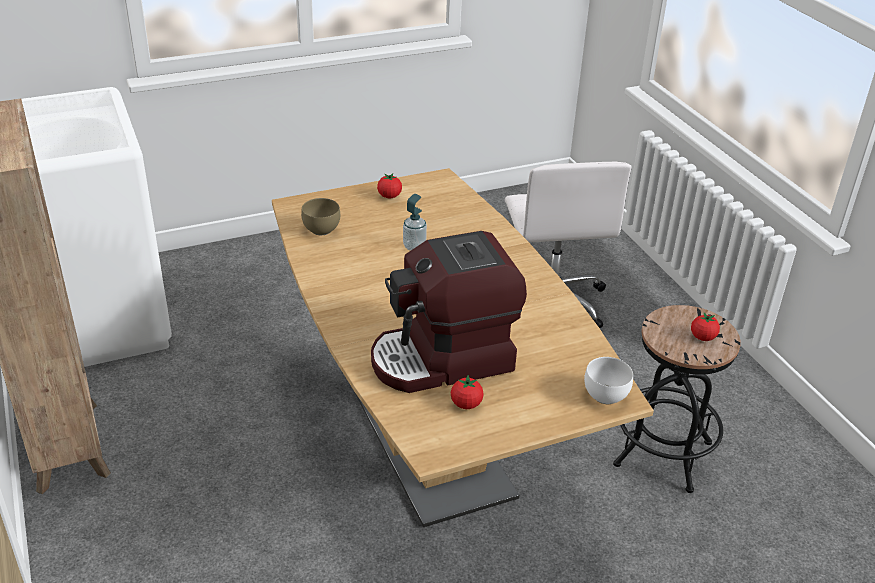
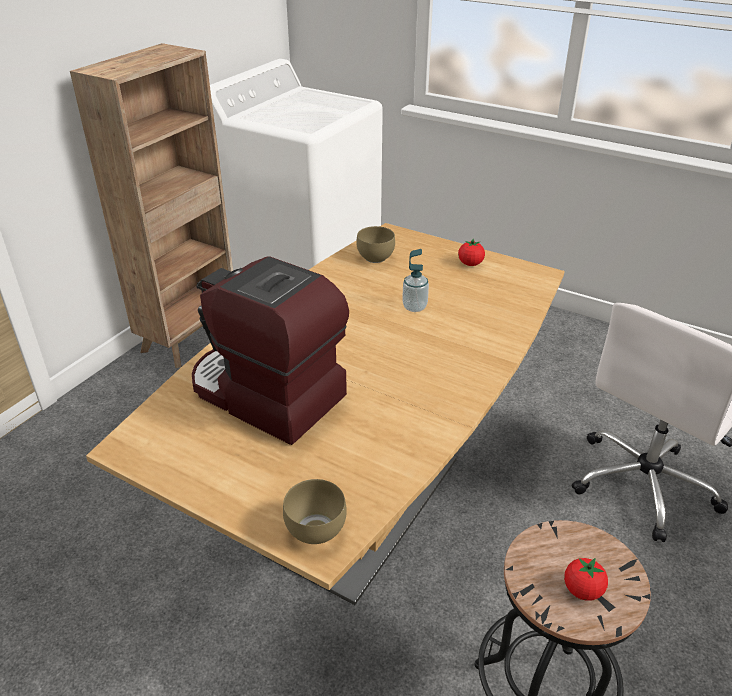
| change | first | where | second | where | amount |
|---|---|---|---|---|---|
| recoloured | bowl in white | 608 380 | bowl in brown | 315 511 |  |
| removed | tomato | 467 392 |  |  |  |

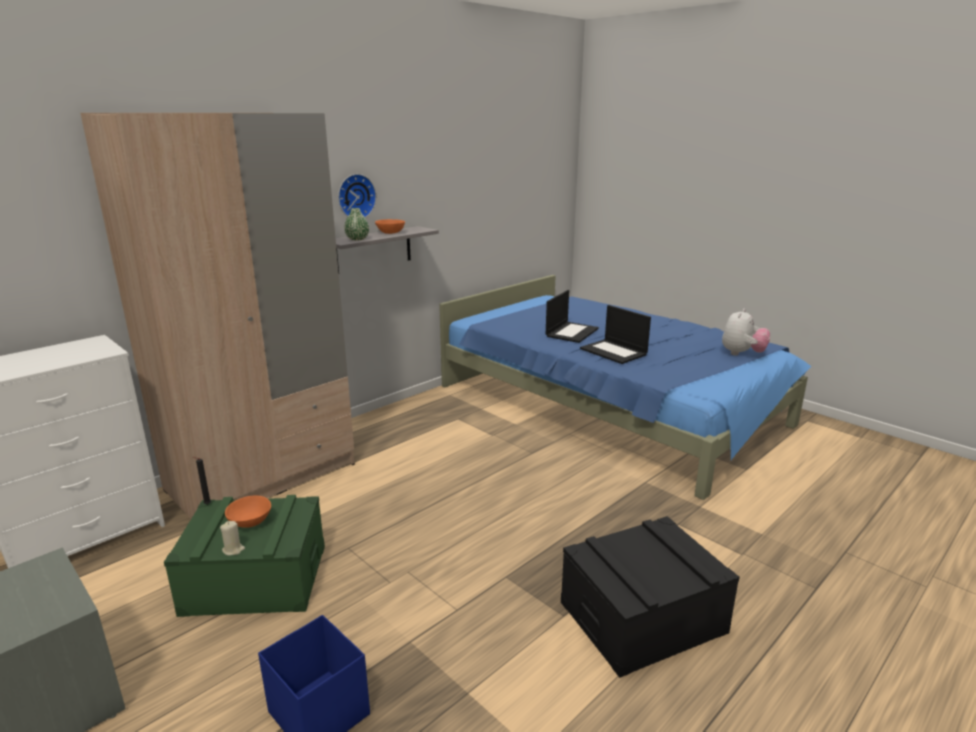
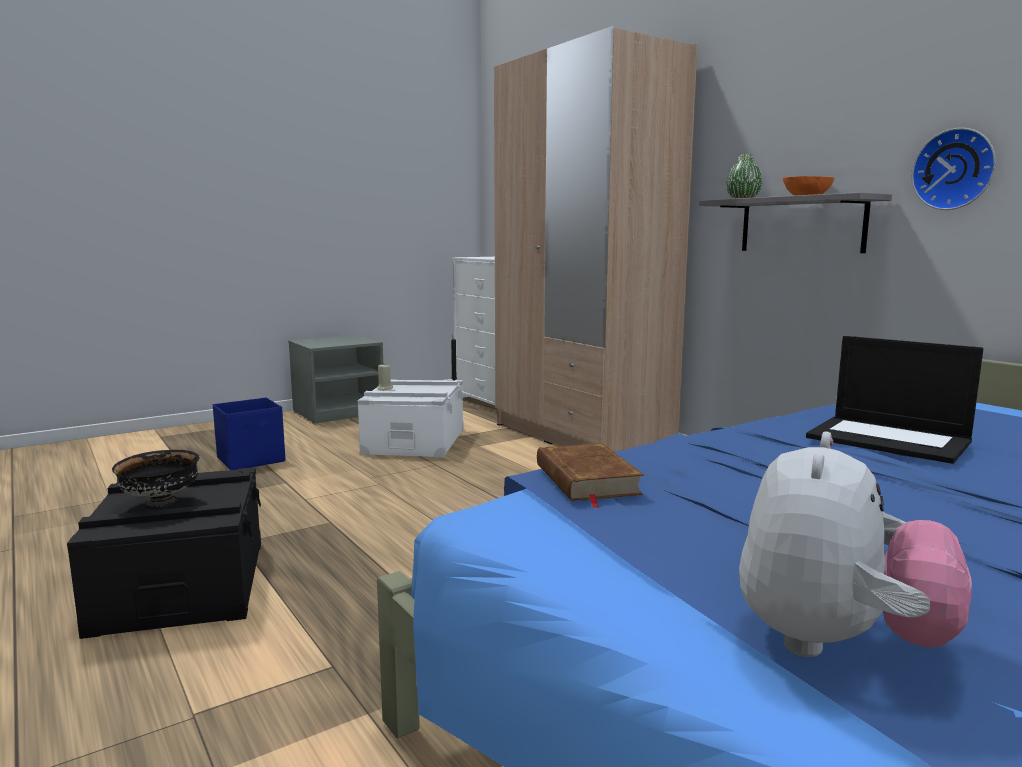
| change | first | where | second | where | amount |
|---|---|---|---|---|---|
| added |  |  | bowl in black | 156 480 |  |
| recoloured | storage box in green | 244 556 | storage box in white | 411 418 |  |
| added |  |  | book in brown | 590 475 |  |
| turned | plush toy | 746 332 |  | 855 544 | 105 degrees counterclockwise |
| moved | wall clock | 357 196 |  | 953 169 |  |
| removed | bowl in orange | 248 512 |  |  |  |
| removed | laptop | 615 334 |  |  |  |

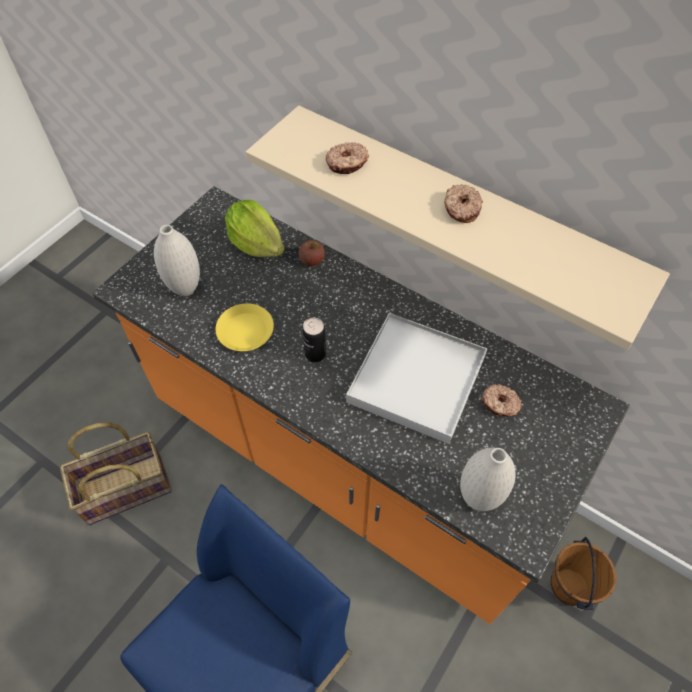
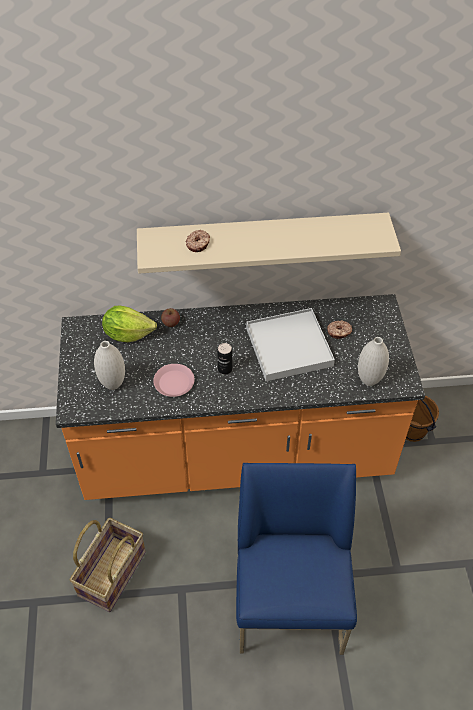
| change | first | where | second | where | amount |
|---|---|---|---|---|---|
| recoloured | plate in yellow | 244 327 | plate in pink | 174 380 |  |
| removed | donut | 463 203 |  |  |  |

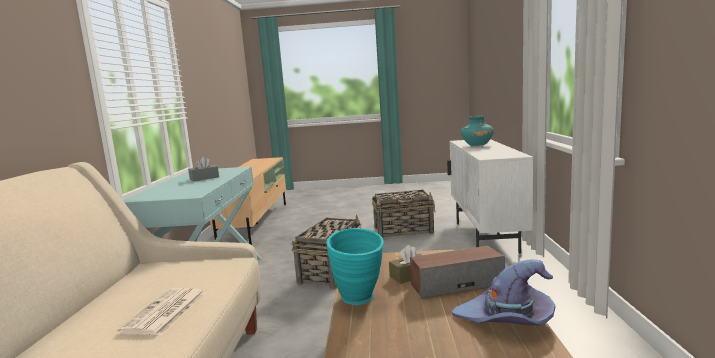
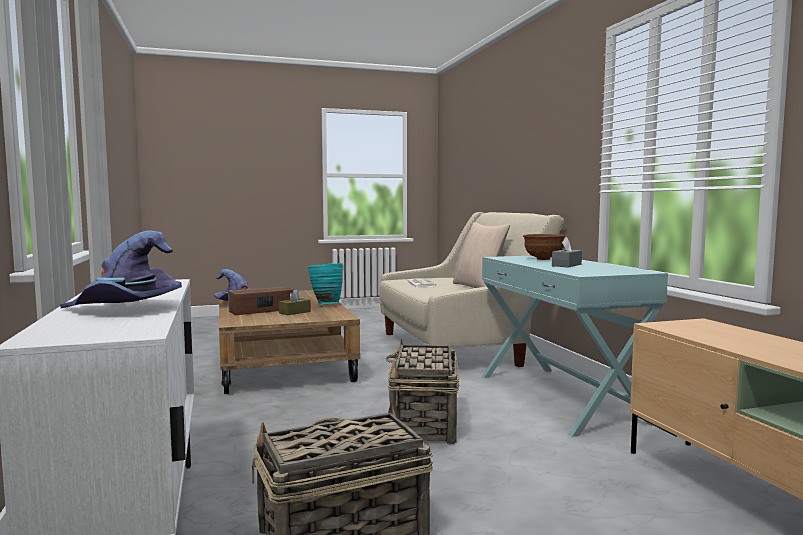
| change | first | where | second | where | amount |
|---|---|---|---|---|---|
| replaced | vase in turquoise | 477 131 | hat in purple | 121 269 |  |
| added |  |  | pillow in beige | 481 255 |  |
| added |  |  | bowl in brown | 544 247 |  |

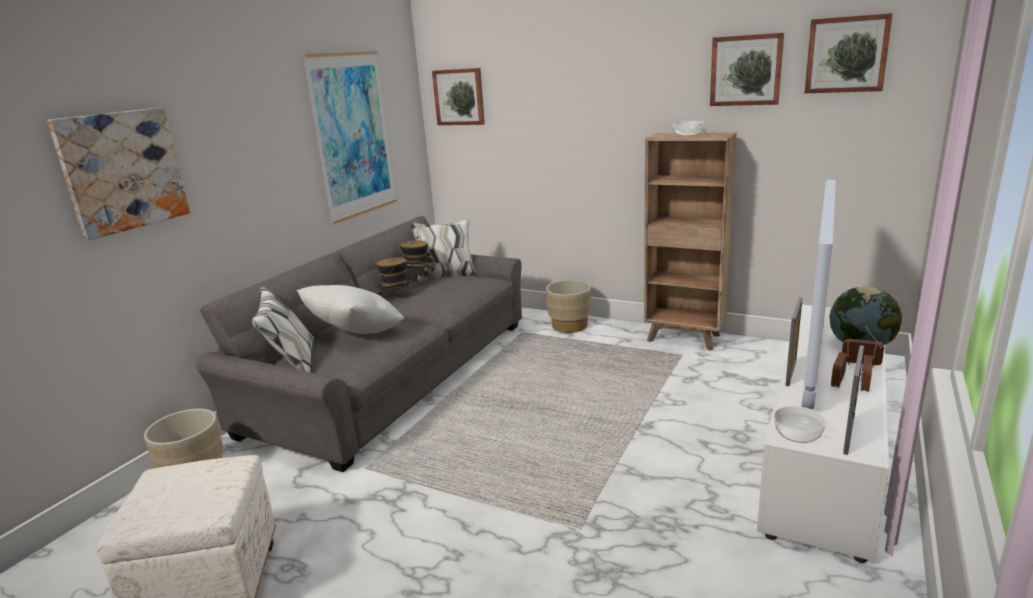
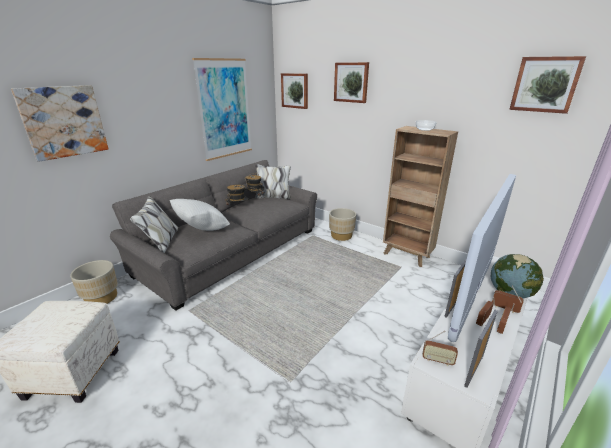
| change | first | where | second | where | amount |
|---|---|---|---|---|---|
| moved | picture | 747 69 |  | 351 82 |  |
| replaced | bowl | 800 424 | radio | 440 348 |  |

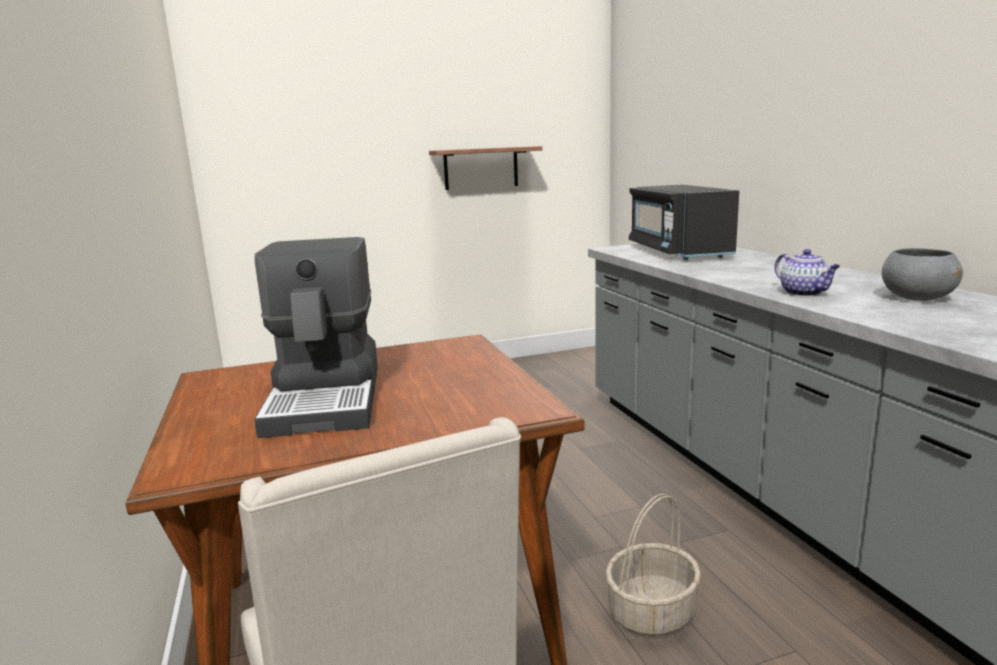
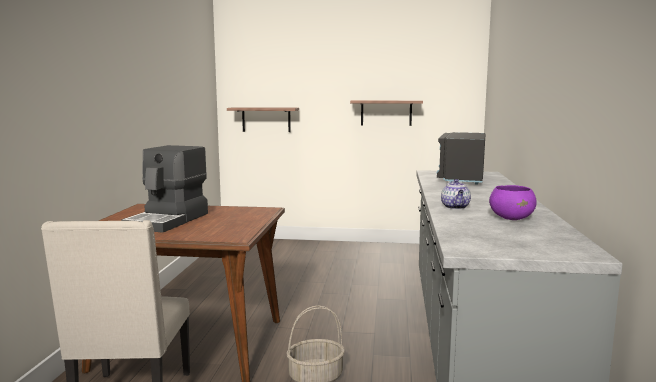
| change | first | where | second | where | amount |
|---|---|---|---|---|---|
| added |  |  | shelf | 263 119 |  |
| recoloured | bowl in grey | 922 274 | bowl in purple | 513 202 |  |

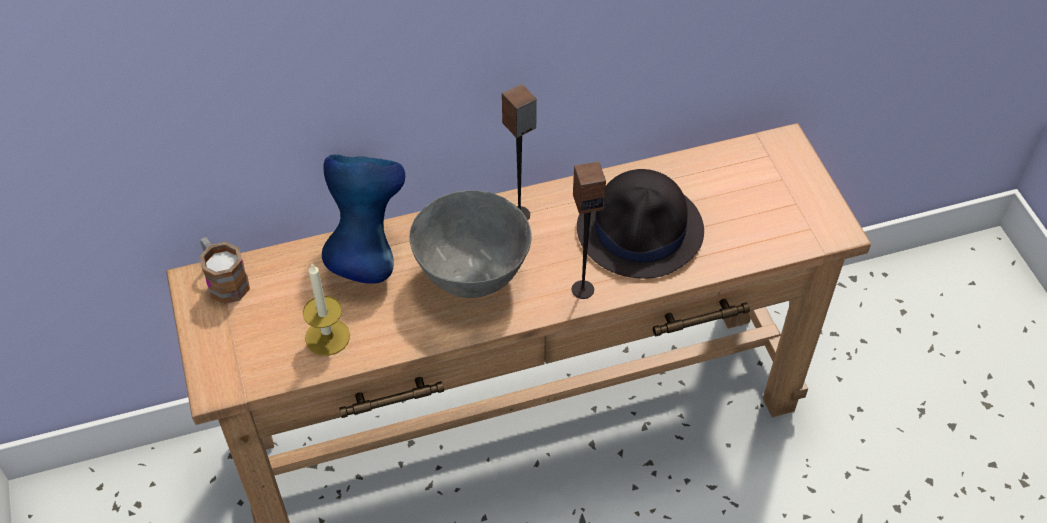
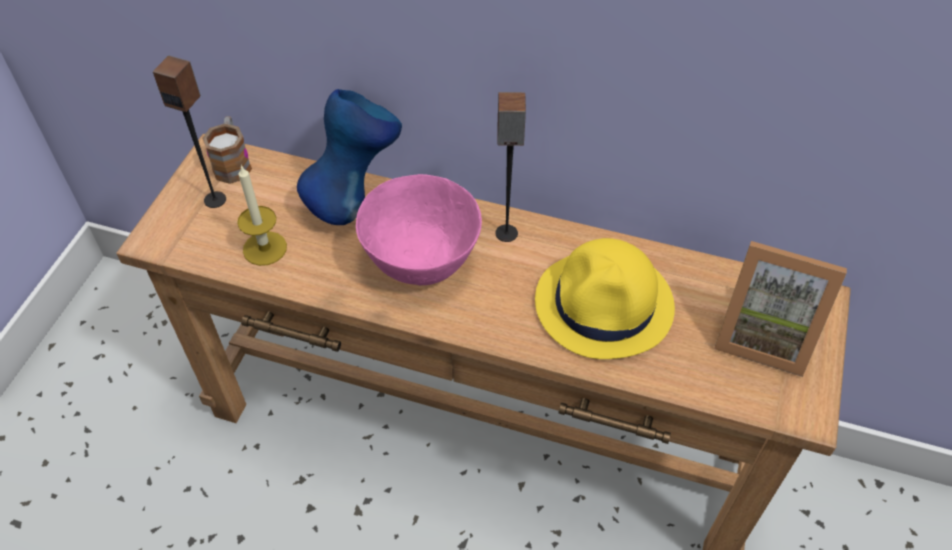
| change | first | where | second | where | amount |
|---|---|---|---|---|---|
| moved | speaker | 589 230 |  | 189 131 |  |
| recoloured | bowl in grey | 470 244 | bowl in pink | 419 229 |  |
| recoloured | hat in black | 640 224 | hat in yellow | 605 298 |  |
| added |  |  | picture frame | 780 309 |  |

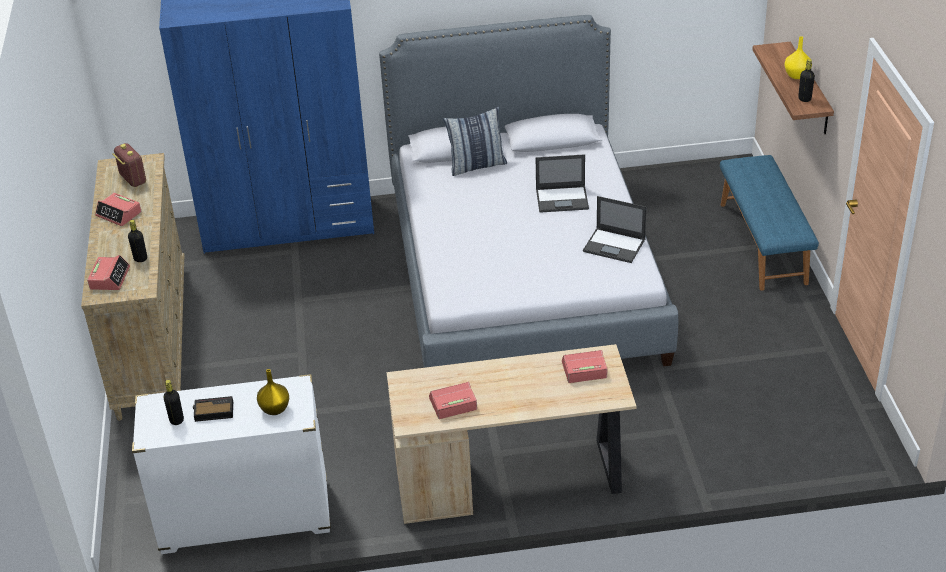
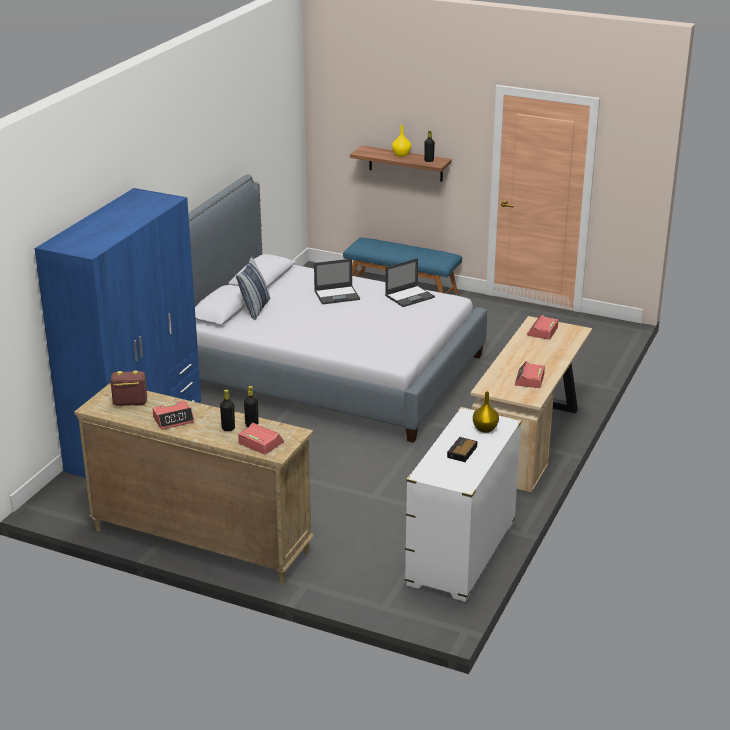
| change | first | where | second | where | amount |
|---|---|---|---|---|---|
| moved | bottle in black | 174 402 |  | 227 410 |  |
| turned | laptop | 562 183 |  | 337 282 | 45 degrees clockwise |

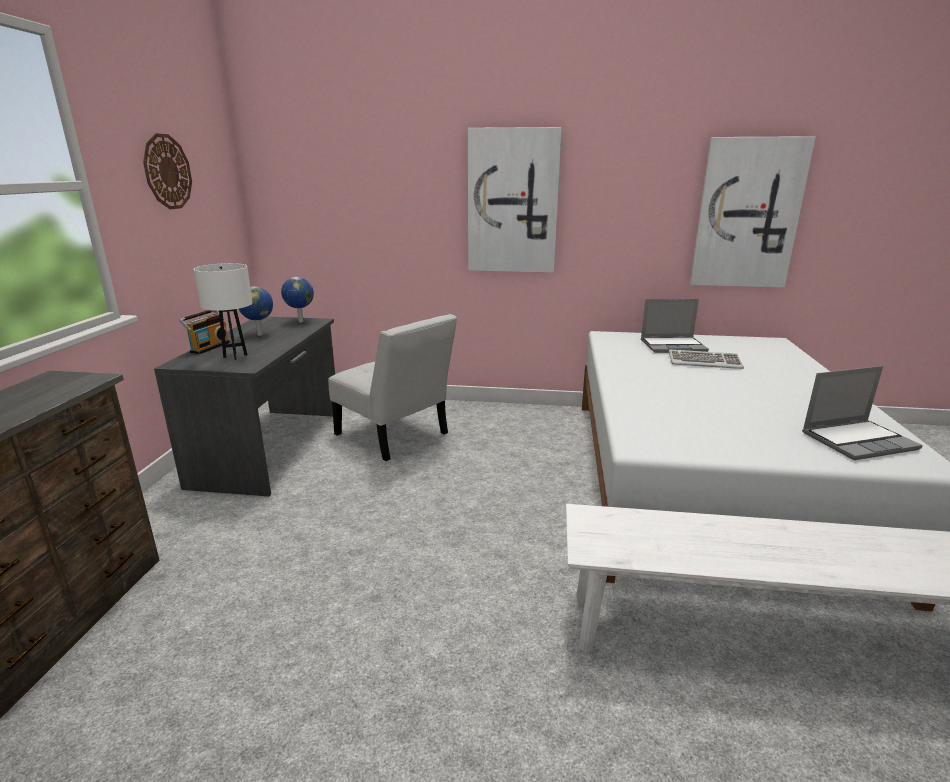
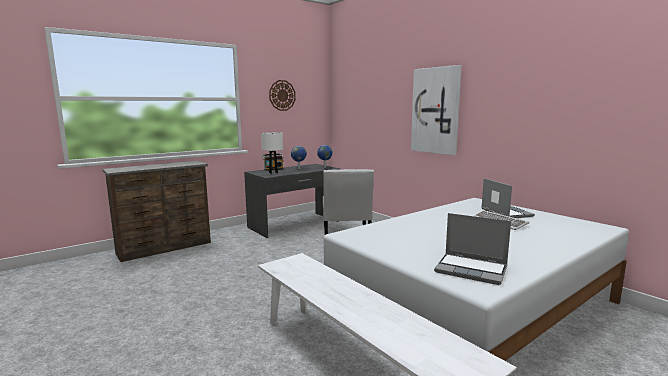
| change | first | where | second | where | amount |
|---|---|---|---|---|---|
| turned | laptop | 675 326 |  | 508 198 | 150 degrees counterclockwise |
| removed | picture | 753 212 |  |  |  |

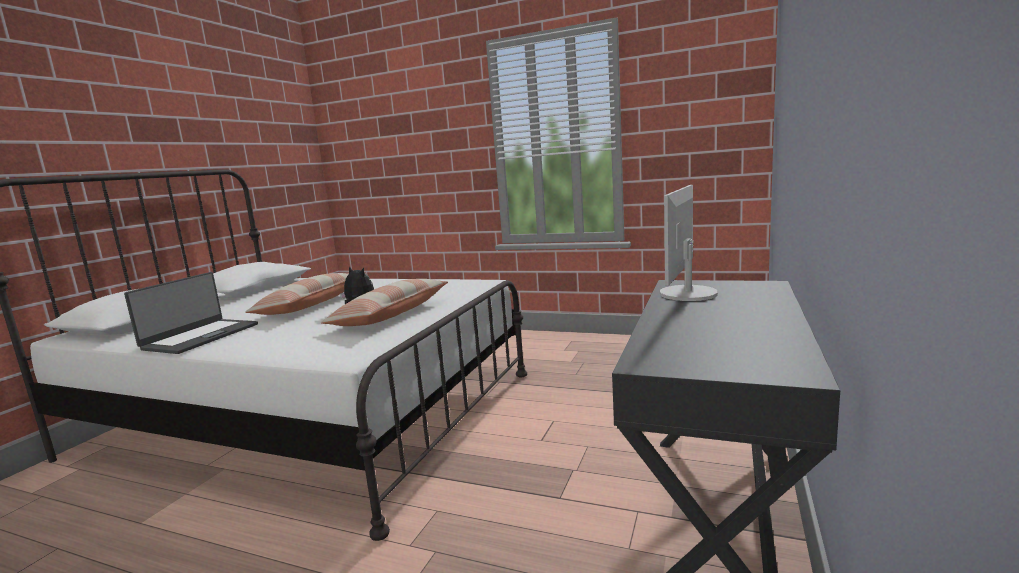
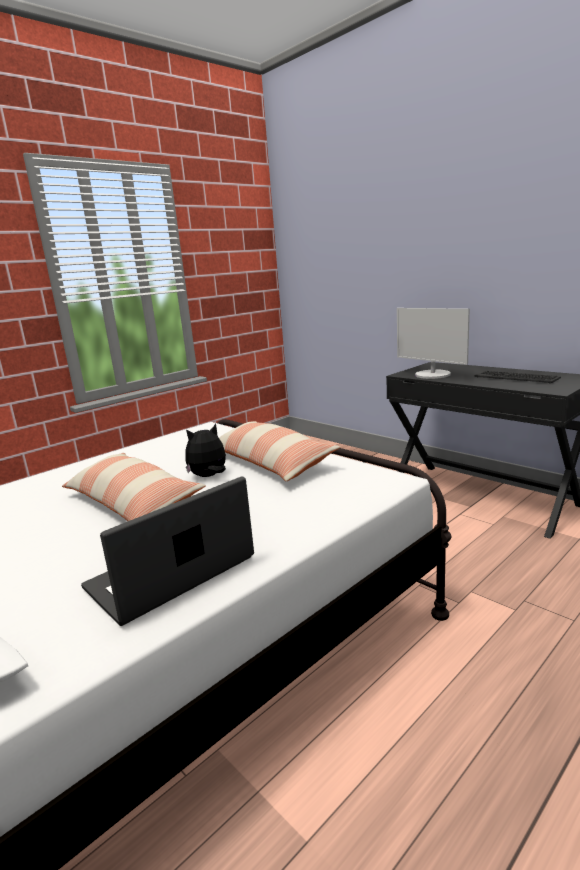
| change | first | where | second | where | amount |
|---|---|---|---|---|---|
| turned | laptop | 191 313 |  | 167 551 | 90 degrees counterclockwise |
| added |  |  | keyboard | 518 377 |  |

